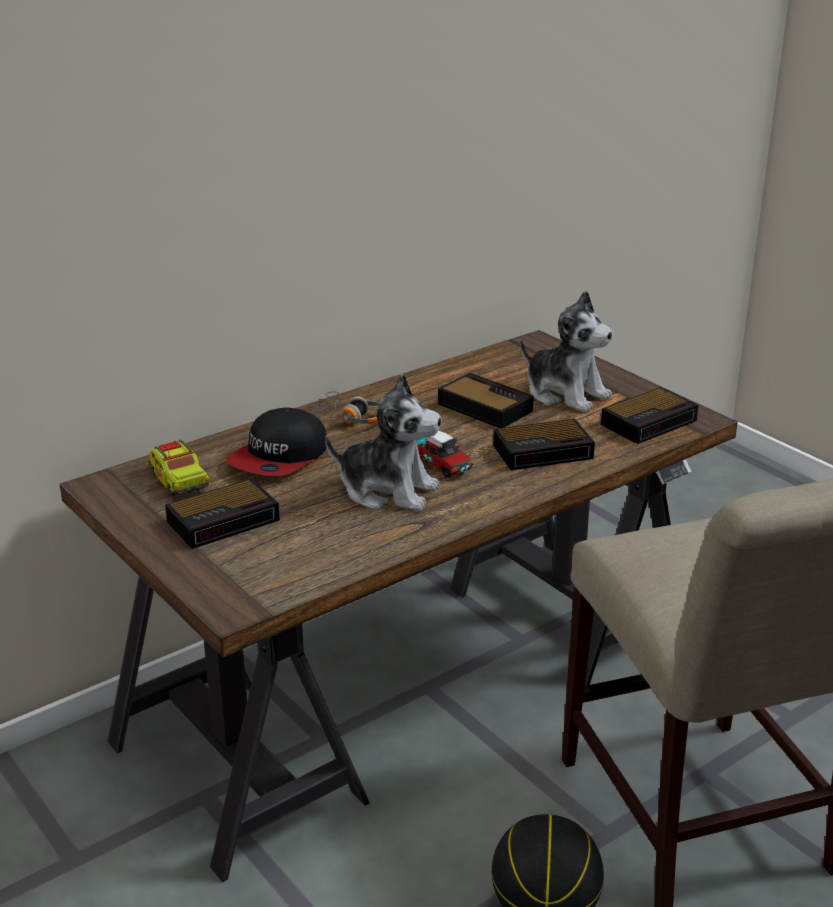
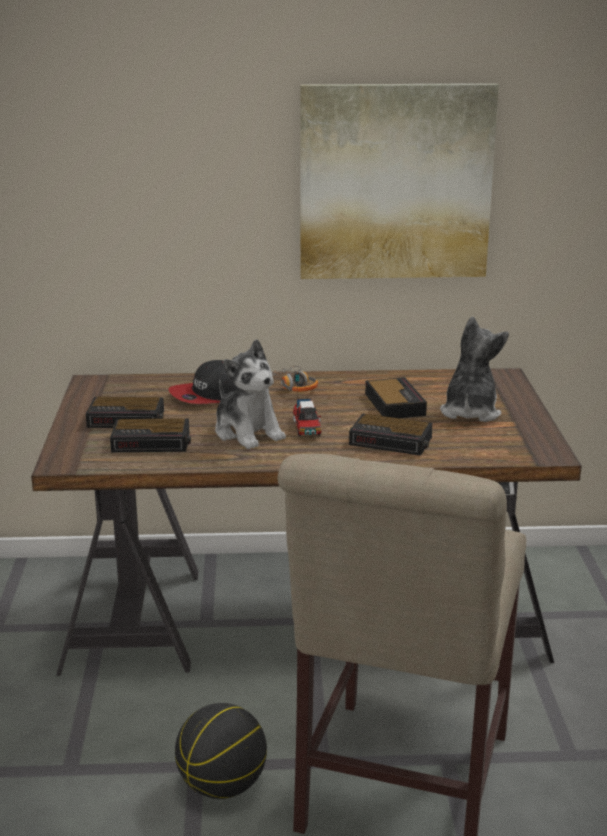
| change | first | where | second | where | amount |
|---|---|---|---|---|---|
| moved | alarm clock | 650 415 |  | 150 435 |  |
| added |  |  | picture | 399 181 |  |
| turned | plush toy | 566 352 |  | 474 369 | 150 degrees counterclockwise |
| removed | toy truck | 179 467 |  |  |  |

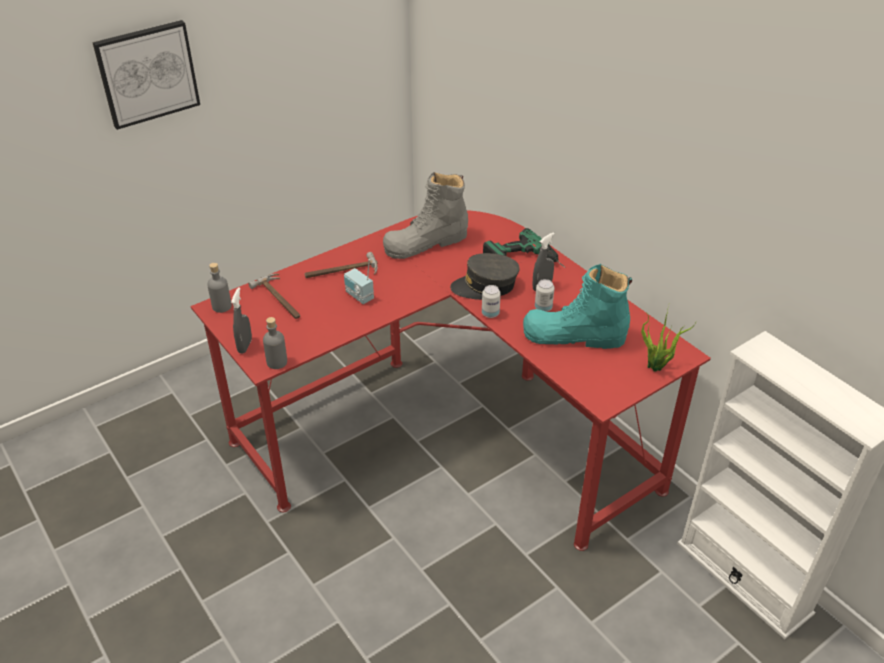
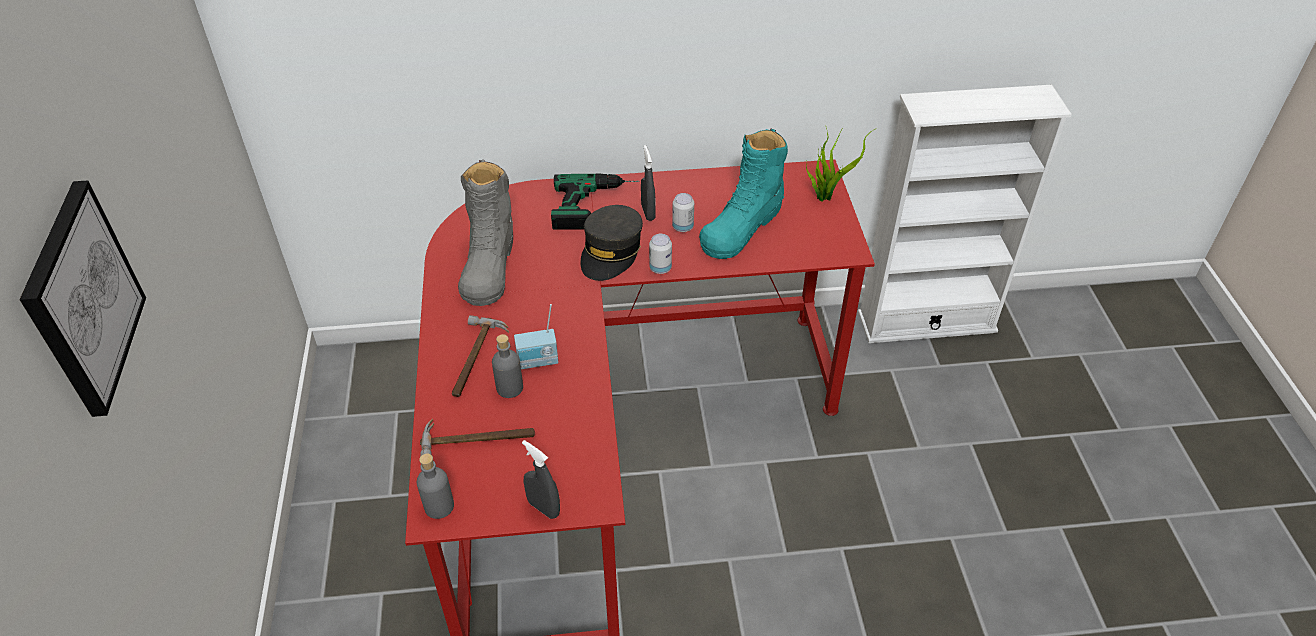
| change | first | where | second | where | amount |
|---|---|---|---|---|---|
| moved | bottle in grey | 275 343 |  | 507 366 |  |

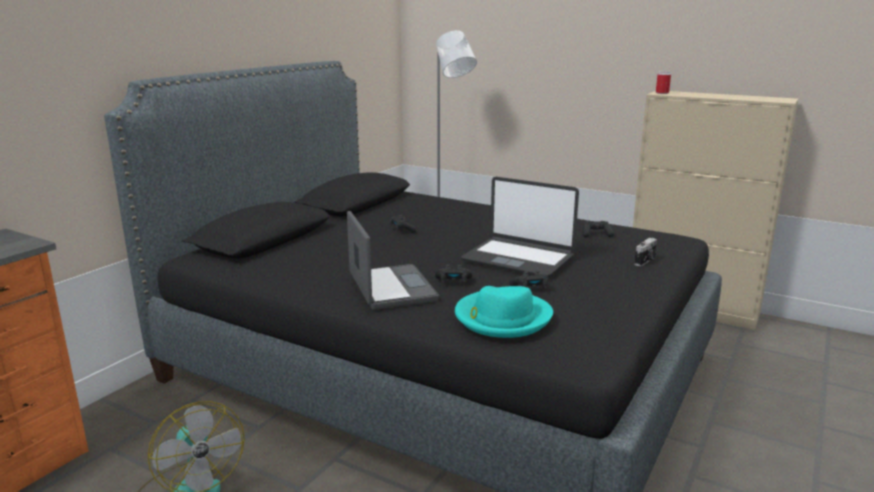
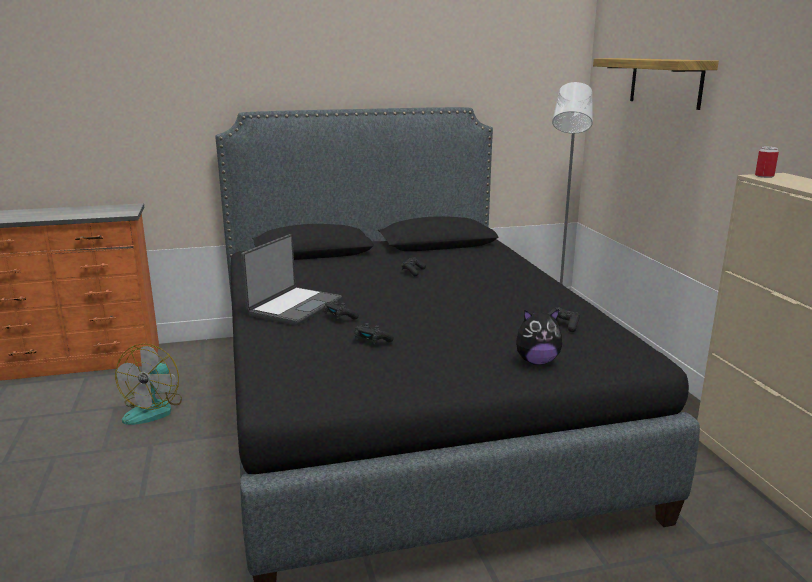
| change | first | where | second | where | amount |
|---|---|---|---|---|---|
| replaced | photo camera | 645 252 | plush toy | 539 337 |  |
| added |  |  | shelf | 656 84 |  |
| removed | hat in turquoise | 504 312 |  |  |  |
| removed | laptop | 520 227 |  |  |  |

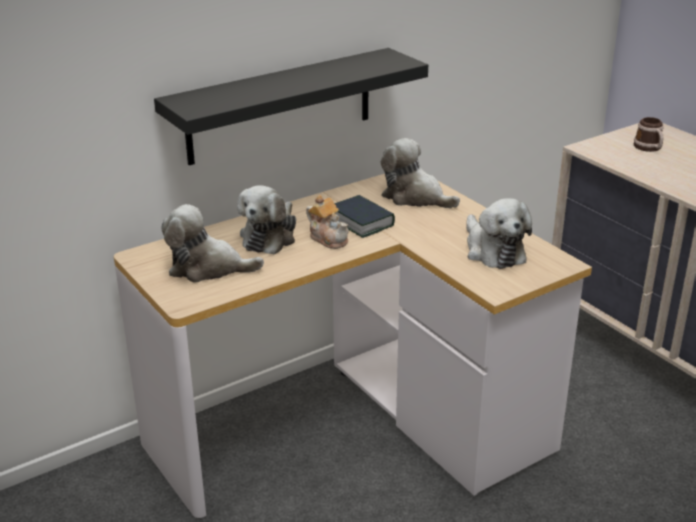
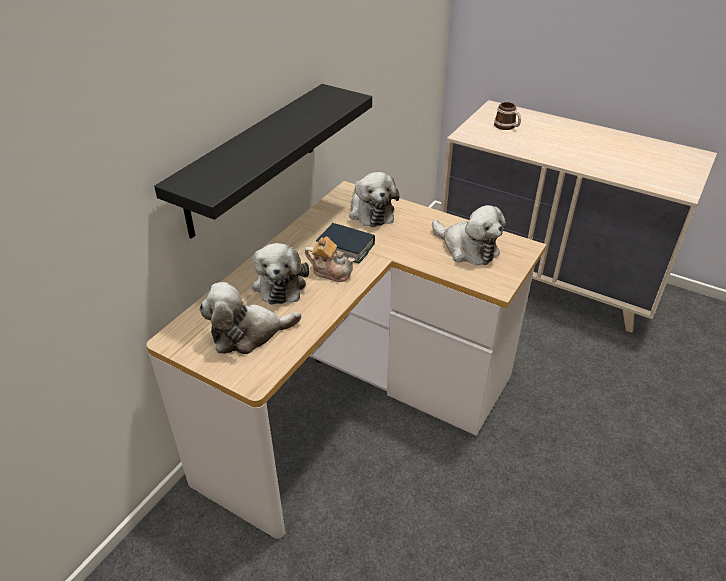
| change | first | where | second | where | amount |
|---|---|---|---|---|---|
| turned | plush toy | 420 173 |  | 374 199 | 120 degrees counterclockwise |

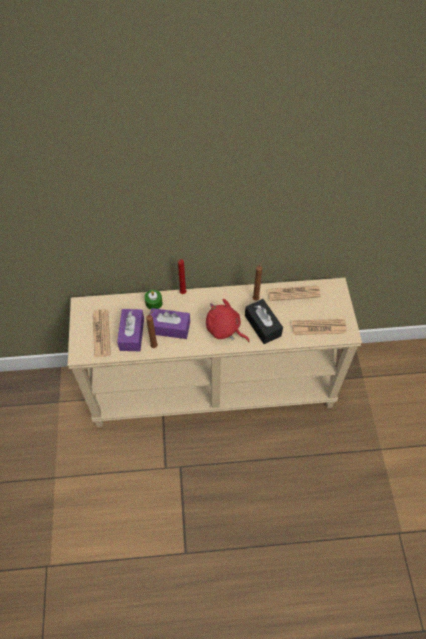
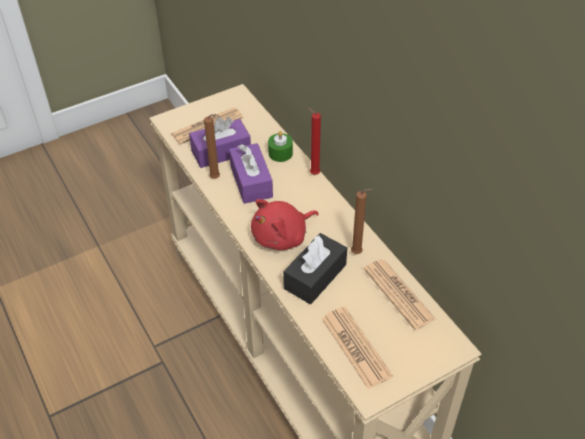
| change | first | where | second | where | amount |
|---|---|---|---|---|---|
| turned | plush toy in red | 228 320 |  | 285 224 | 135 degrees counterclockwise |

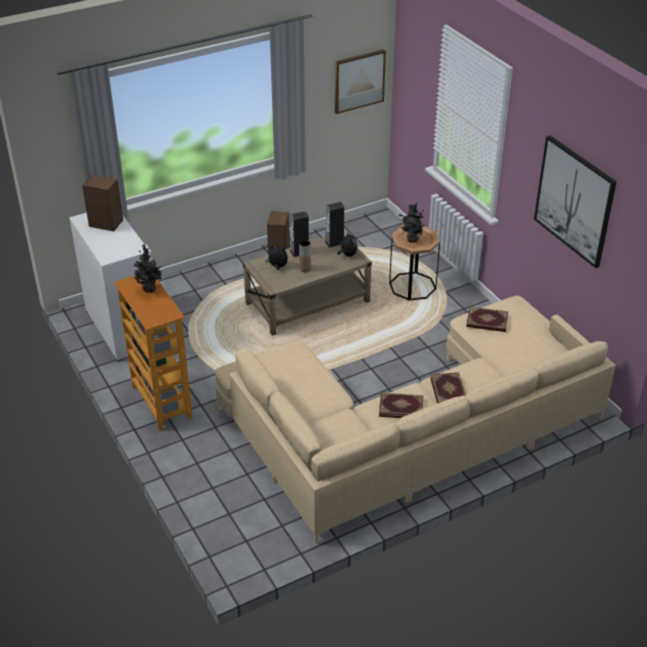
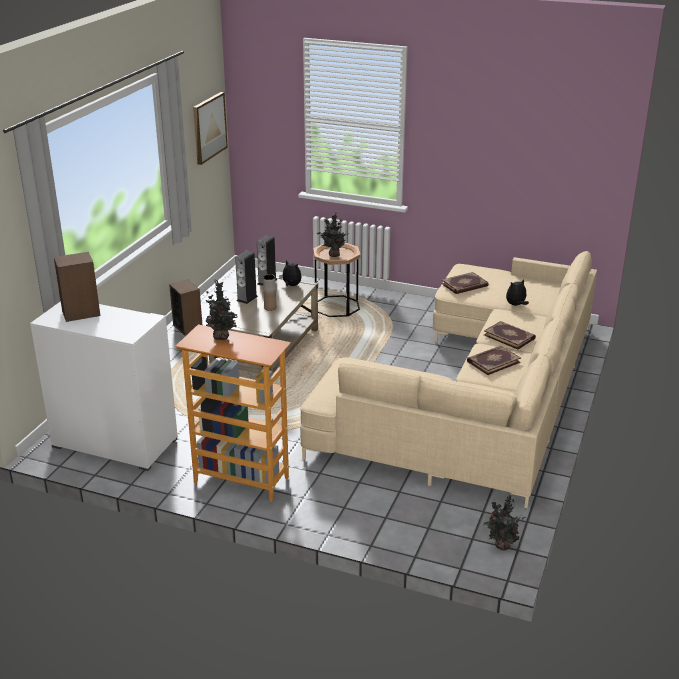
| change | first | where | second | where | amount |
|---|---|---|---|---|---|
| added |  |  | potted plant | 504 522 |  |
| moved | plush toy | 276 257 |  | 517 292 |  |
| removed | picture | 575 201 |  |  |  |

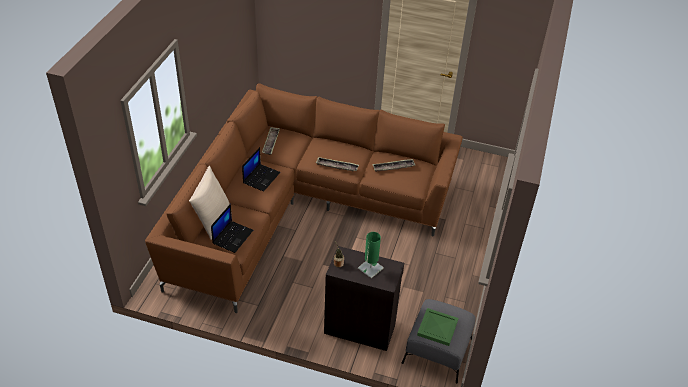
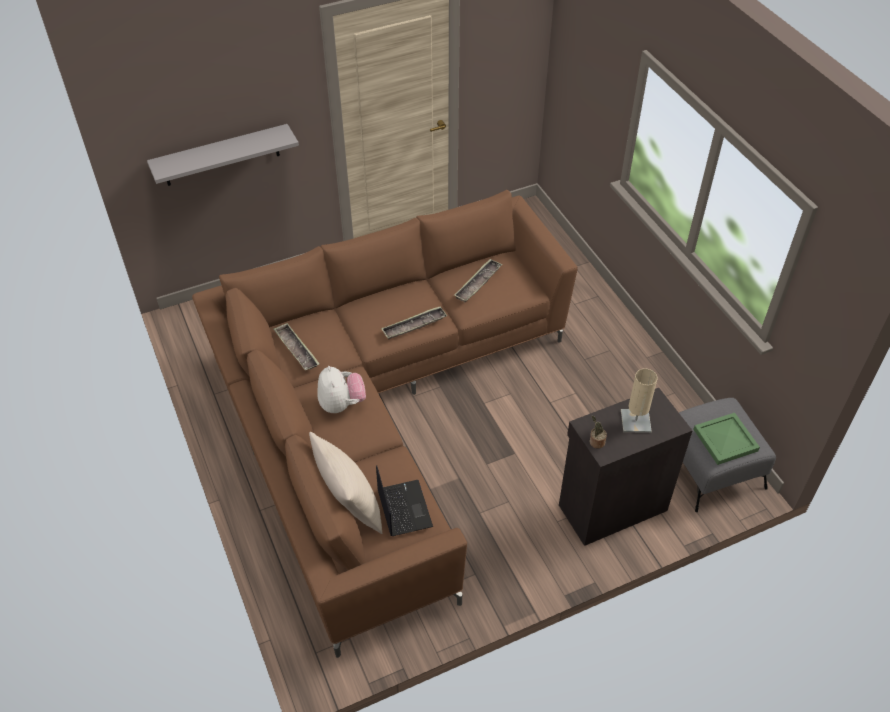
| change | first | where | second | where | amount |
|---|---|---|---|---|---|
| added |  |  | shelf in grey | 223 155 |  |
| replaced | laptop | 261 169 | plush toy | 341 389 |  |
| recoloured | table lamp in green | 371 255 | table lamp in beige | 639 400 |  |

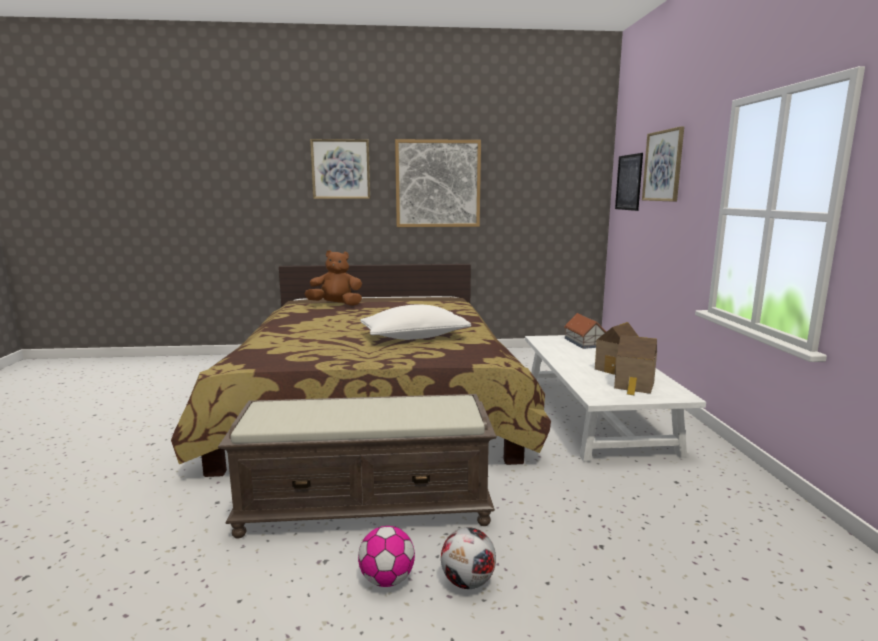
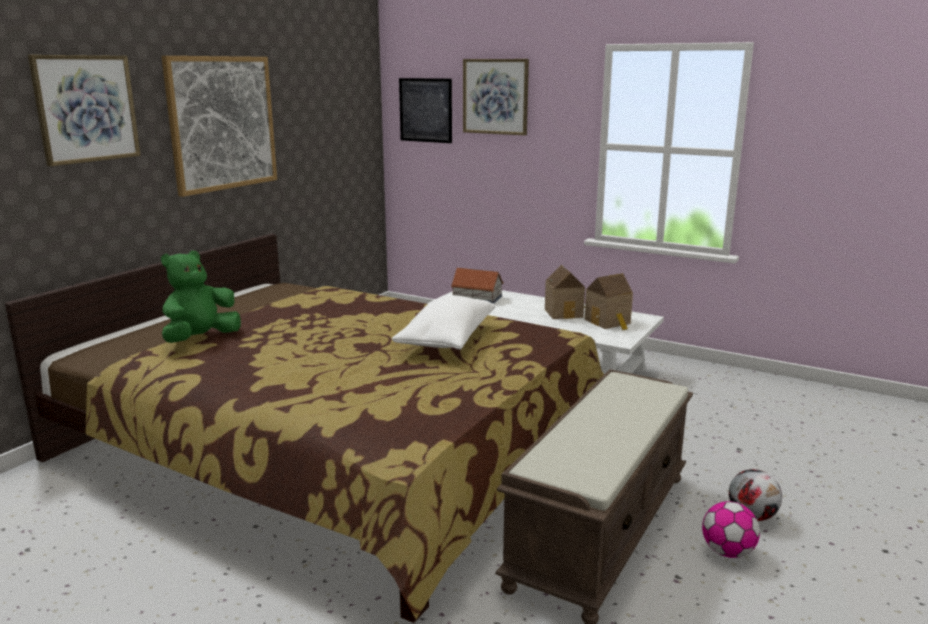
| change | first | where | second | where | amount |
|---|---|---|---|---|---|
| recoloured | plush toy in brown | 333 278 | plush toy in green | 201 297 |  |

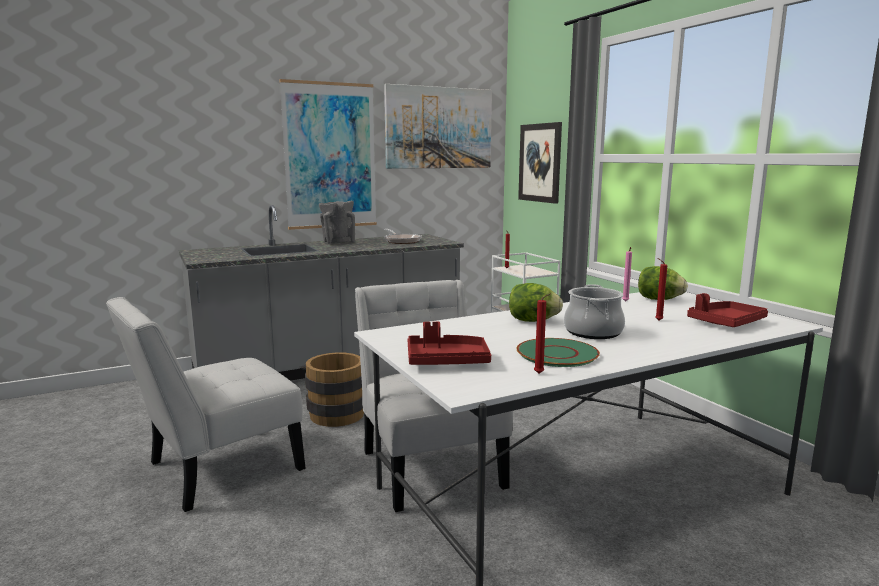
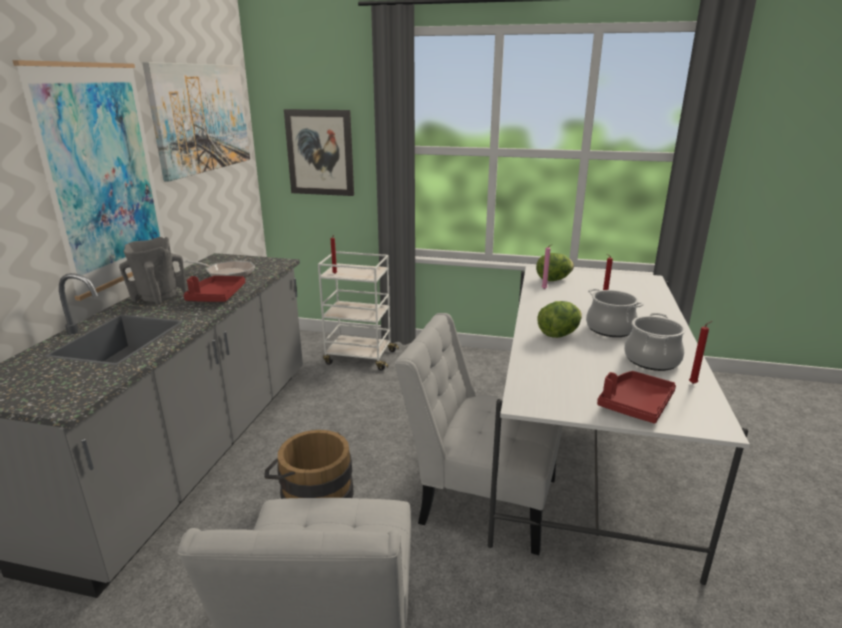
| change | first | where | second | where | amount |
|---|---|---|---|---|---|
| moved | tray in red | 727 310 |  | 214 289 |  |
| replaced | plate in green | 558 352 | cooking pot | 655 342 |  |

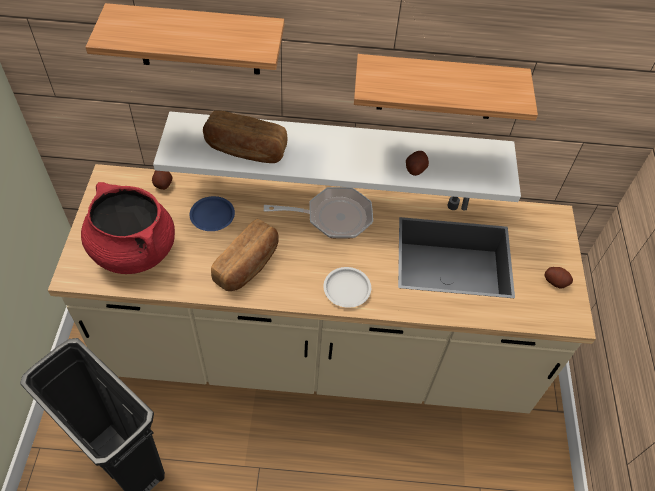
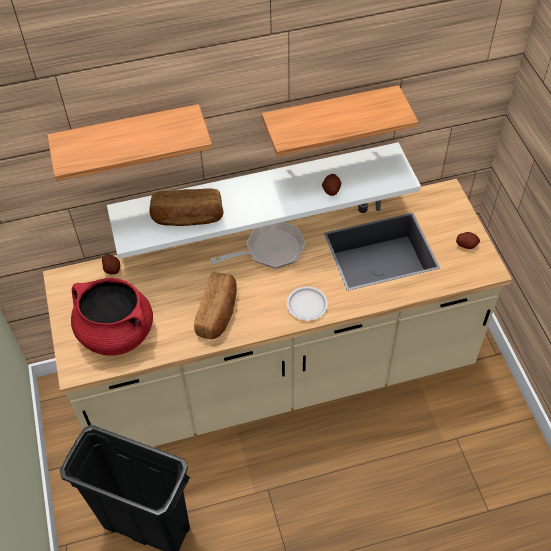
| change | first | where | second | where | amount |
|---|---|---|---|---|---|
| removed | plate in blue | 212 213 |  |  |  |

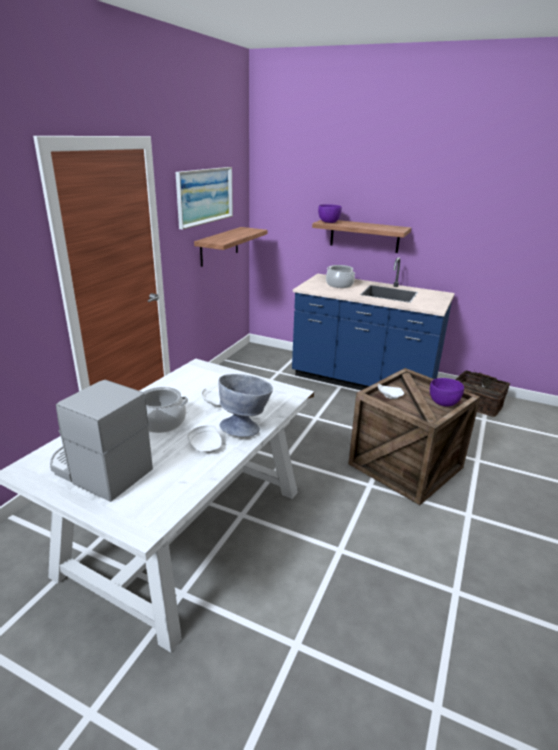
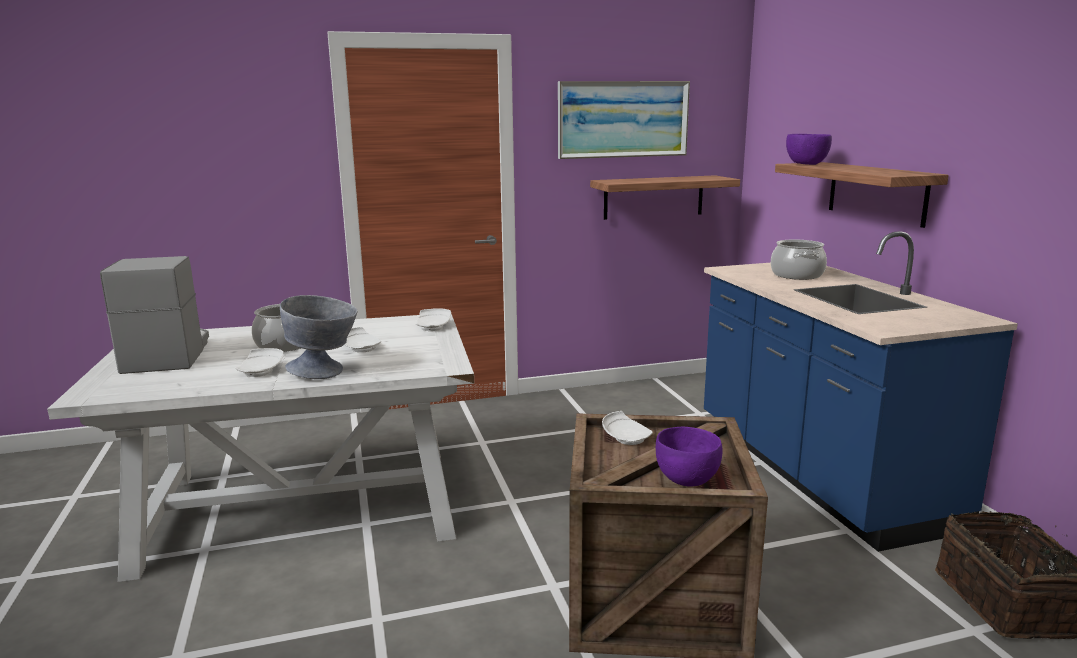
| change | first | where | second | where | amount |
|---|---|---|---|---|---|
| added |  |  | plate in white | 433 319 |  |

